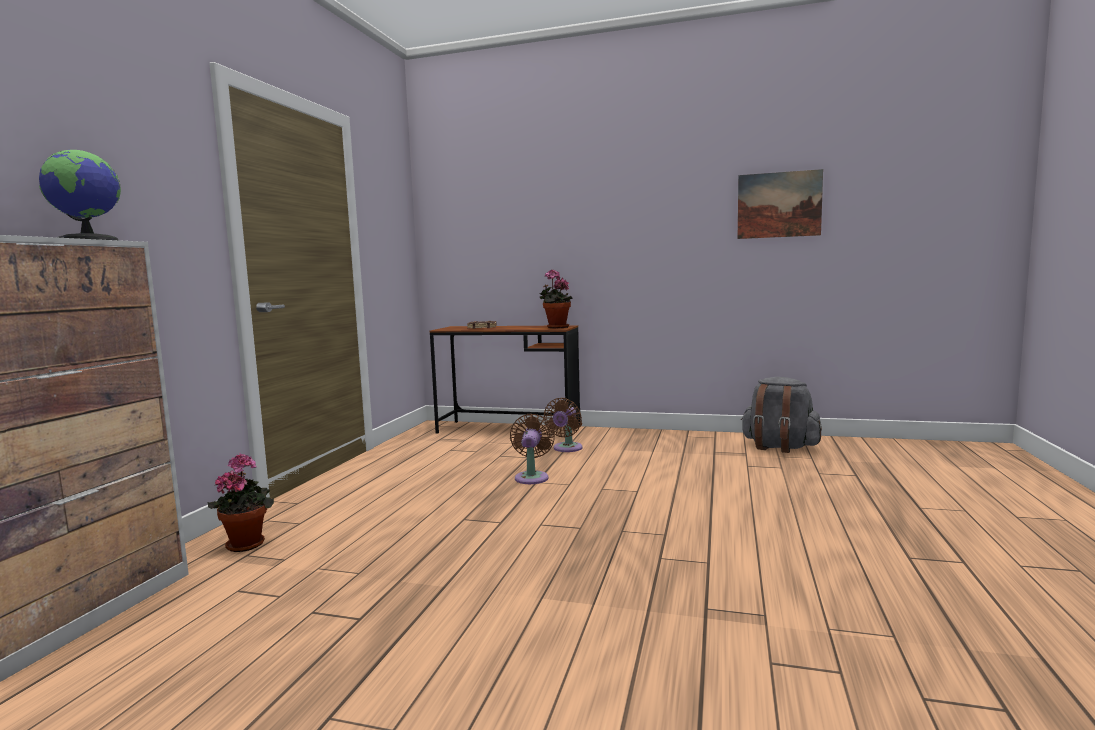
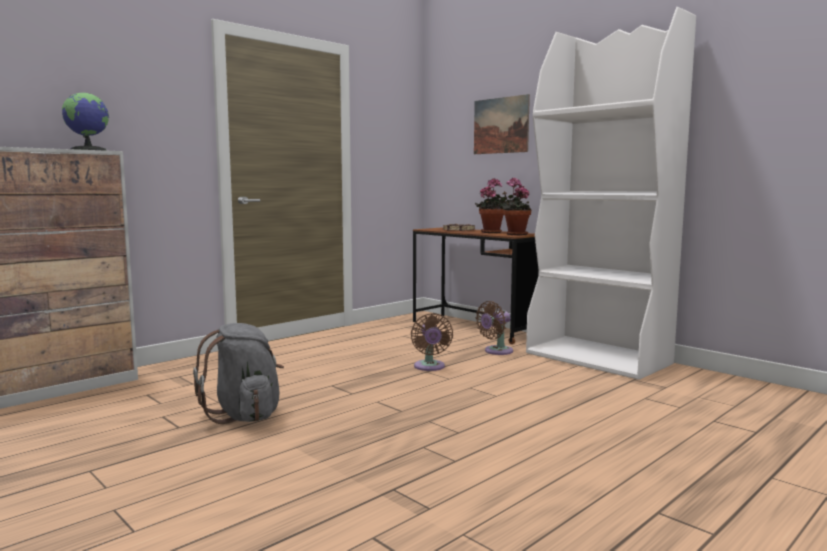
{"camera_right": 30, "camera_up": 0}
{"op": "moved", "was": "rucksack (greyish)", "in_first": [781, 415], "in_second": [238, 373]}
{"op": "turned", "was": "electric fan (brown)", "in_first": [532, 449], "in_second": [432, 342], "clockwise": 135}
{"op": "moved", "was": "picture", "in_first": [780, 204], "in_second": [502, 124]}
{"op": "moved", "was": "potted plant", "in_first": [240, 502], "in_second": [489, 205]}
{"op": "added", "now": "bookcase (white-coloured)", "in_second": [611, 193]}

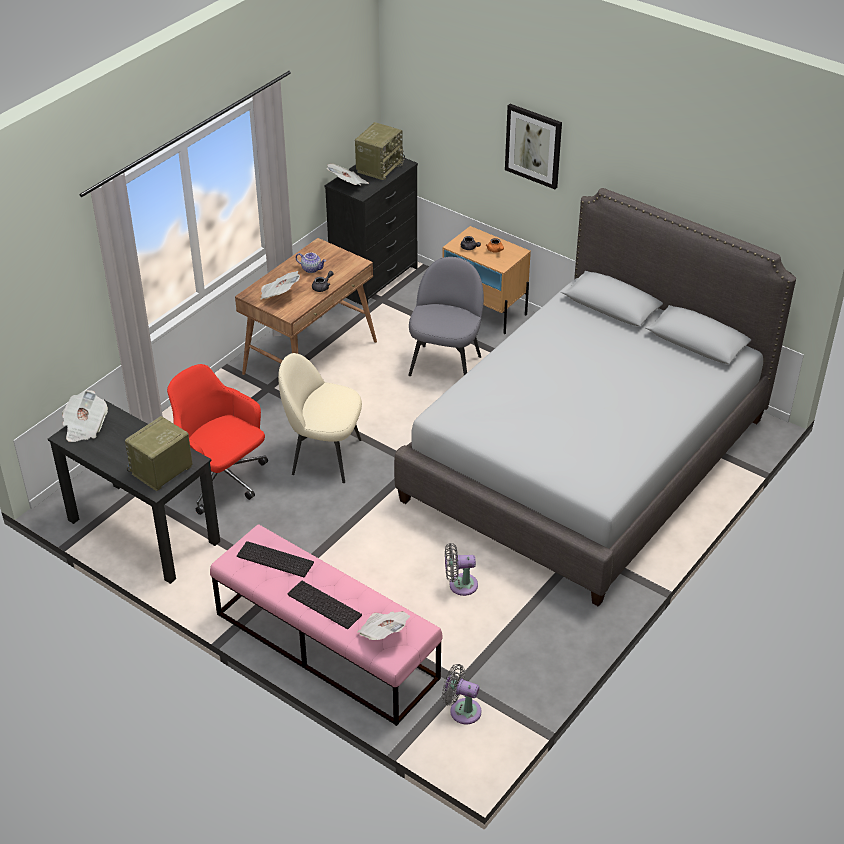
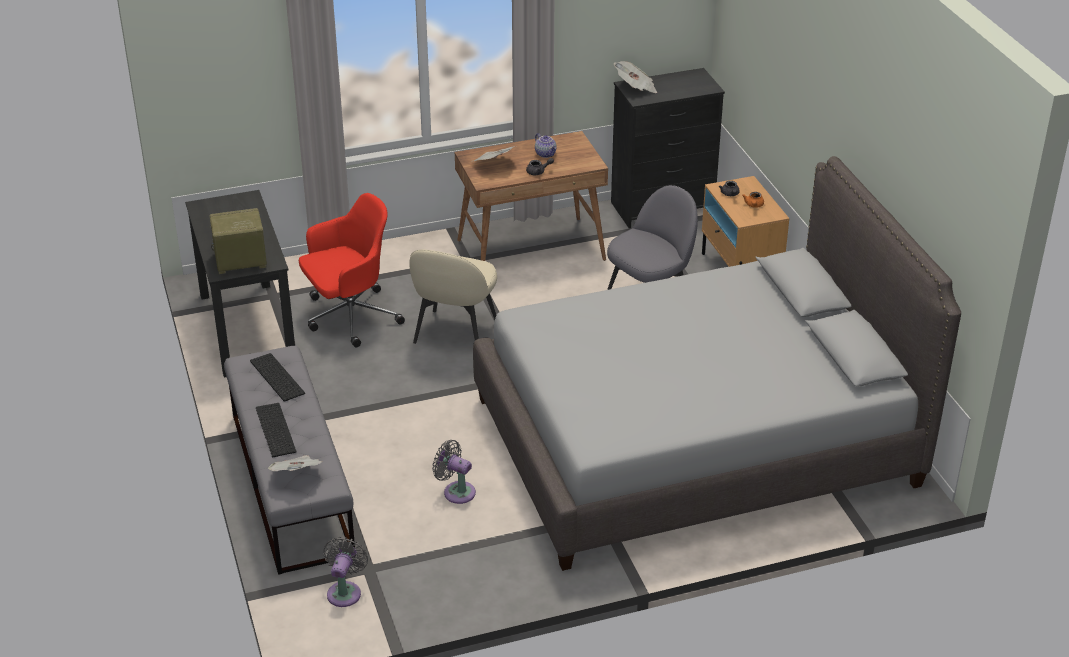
{"camera_right": 35, "camera_up": -5}
{"op": "recoloured", "was": "long seat (pink)", "now": "long seat (greyish)", "in_first": [326, 625], "in_second": [289, 460]}
{"op": "turned", "was": "office chair (red-coloured)", "in_first": [217, 439], "in_second": [352, 270], "clockwise": 75}
{"op": "turned", "was": "electric fan (greyish)", "in_first": [462, 694], "in_second": [346, 572], "clockwise": 45}
{"op": "turned", "was": "plain chair (sand-coloured)", "in_first": [320, 418], "in_second": [453, 296], "clockwise": -120}
{"op": "removed", "was": "daily paper", "in_first": [85, 416]}
{"op": "removed", "was": "radio", "in_first": [380, 151]}
{"op": "removed", "was": "picture", "in_first": [533, 146]}

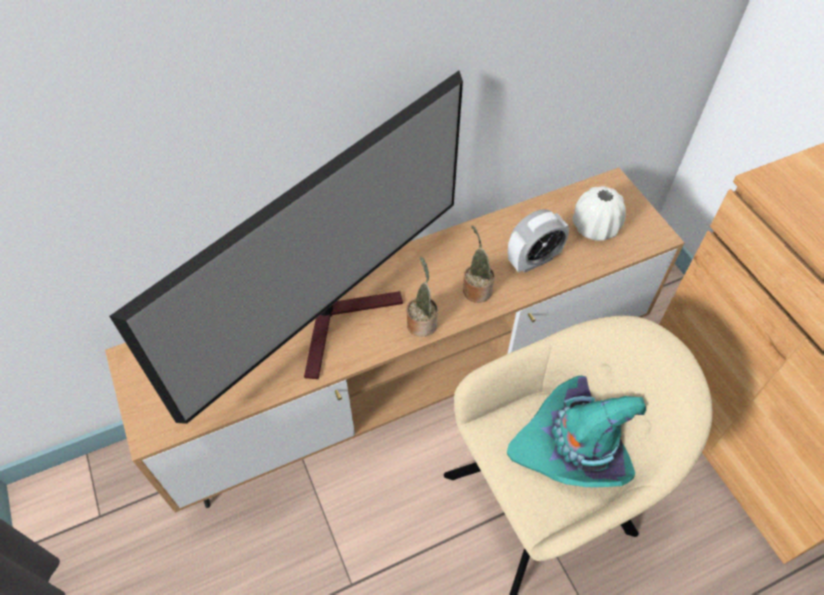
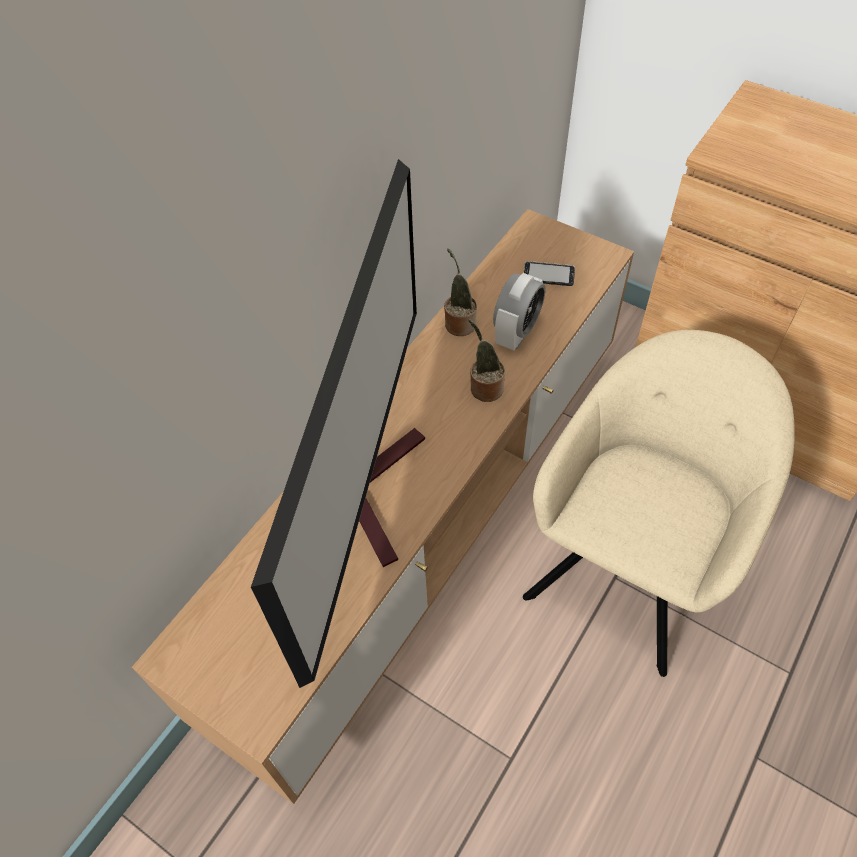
{"camera_right": -30, "camera_up": 0}
{"op": "moved", "was": "potted plant", "in_first": [422, 297], "in_second": [460, 292]}
{"op": "replaced", "was": "flower vase (white-coloured)", "now": "handset", "in_first": [599, 213], "in_second": [549, 273]}
{"op": "removed", "was": "wearable hat (blue-green)", "in_first": [576, 431]}

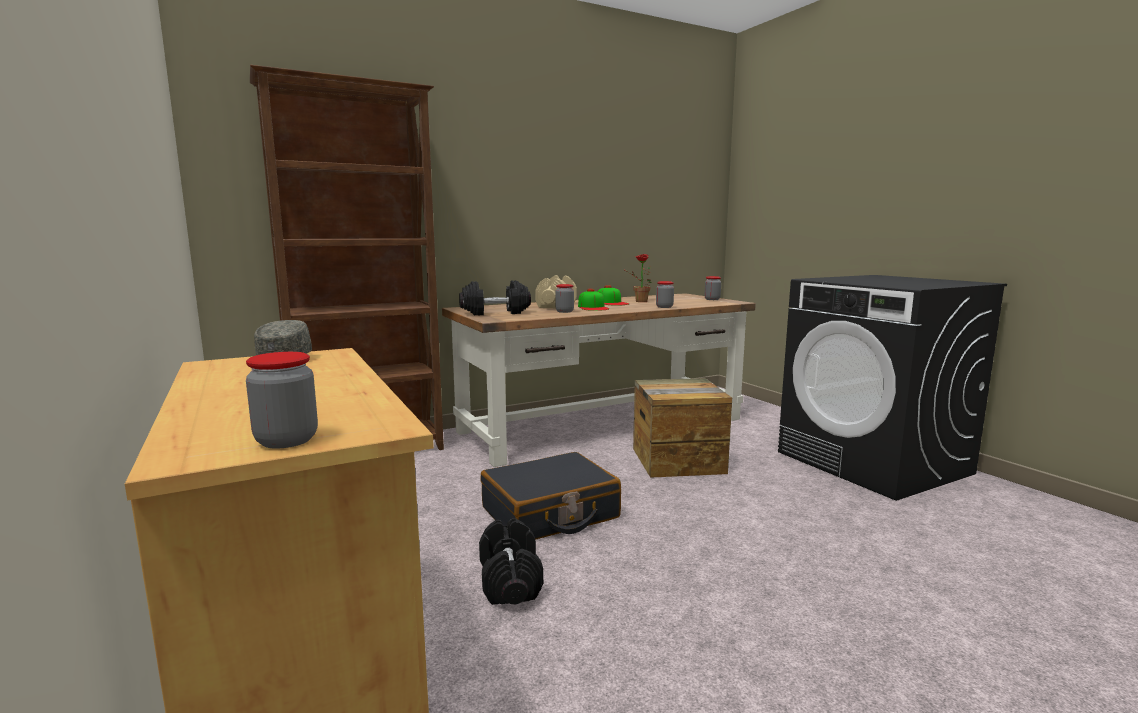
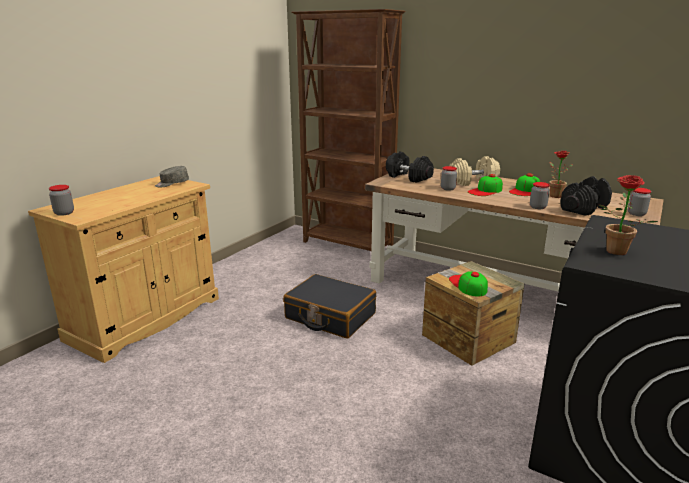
{"camera_right": 60, "camera_up": 10}
{"op": "added", "now": "baseball cap", "in_second": [468, 284]}
{"op": "moved", "was": "dumbbell (blackish)", "in_first": [511, 561], "in_second": [586, 196]}
{"op": "added", "now": "potted plant", "in_second": [628, 215]}

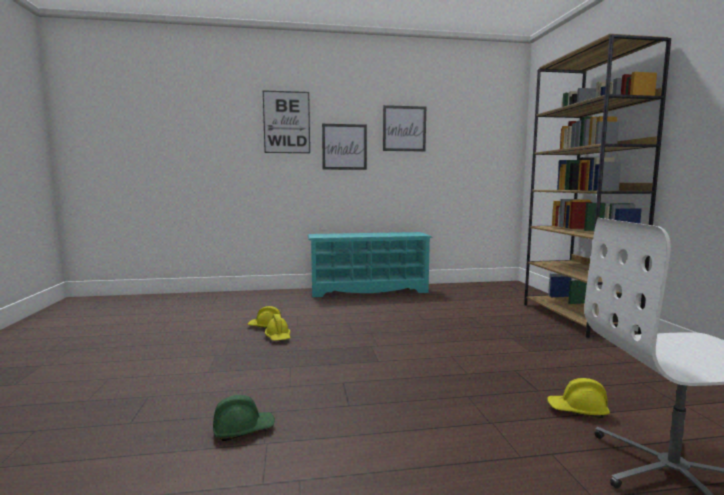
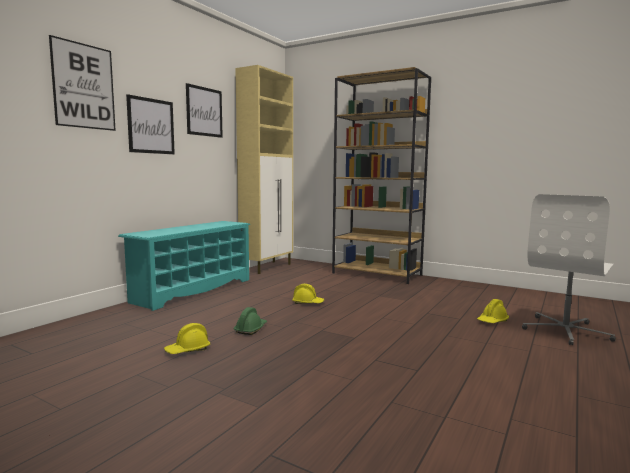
{"camera_right": -50, "camera_up": 0}
{"op": "moved", "was": "safety helmet (green)", "in_first": [244, 418], "in_second": [250, 321]}
{"op": "added", "now": "cabinet (sand-coloured)", "in_second": [264, 169]}
{"op": "moved", "was": "safety helmet (yellow)", "in_first": [277, 327], "in_second": [308, 294]}

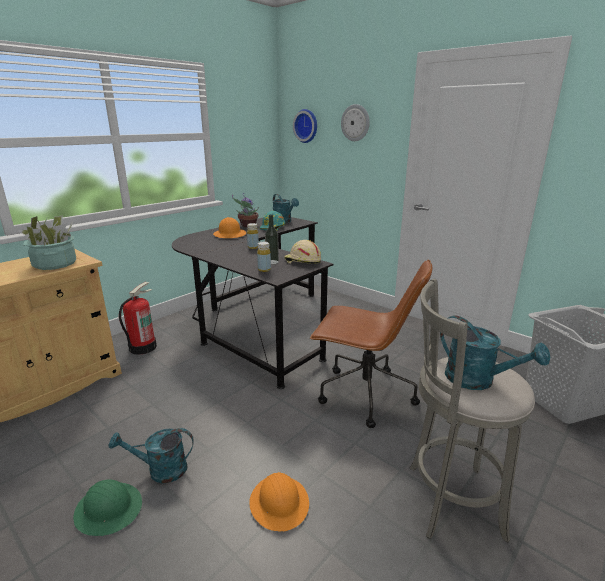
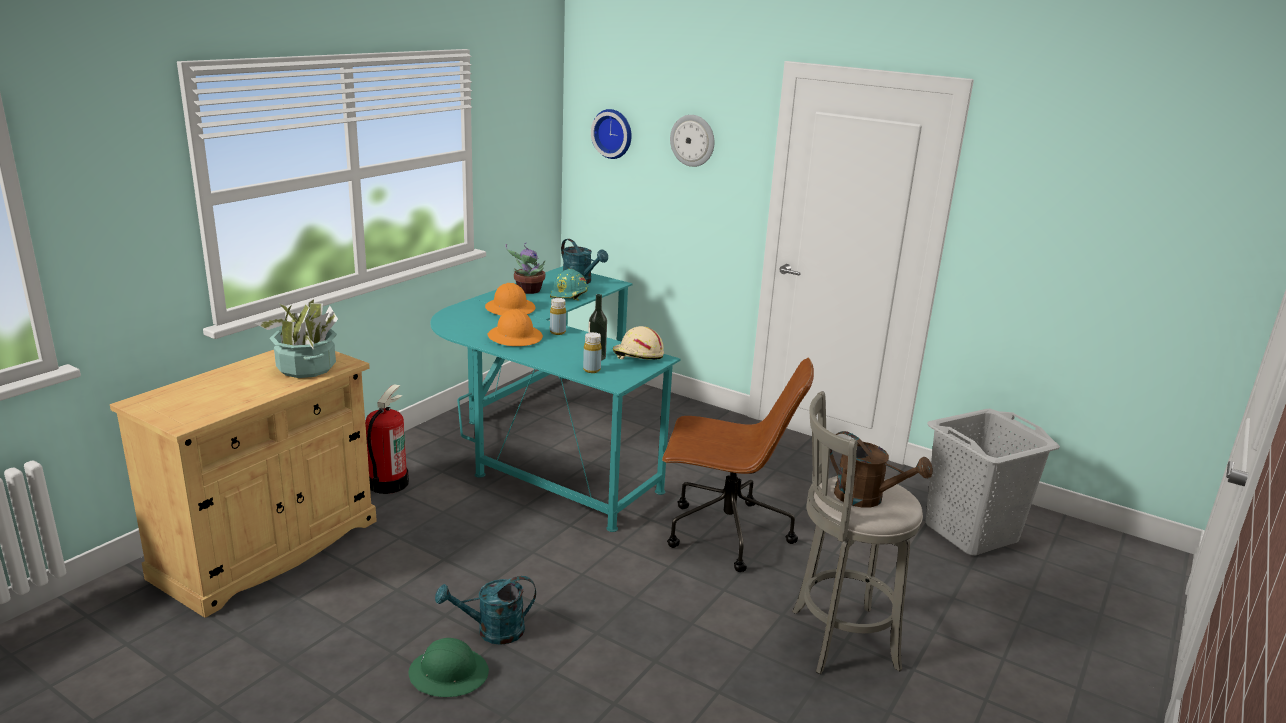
{"camera_right": -10, "camera_up": 0}
{"op": "recoloured", "was": "desk (blackish)", "now": "desk (blue-green)", "in_first": [253, 303], "in_second": [555, 399]}
{"op": "moved", "was": "safety helmet (orangey)", "in_first": [279, 501], "in_second": [515, 327]}
{"op": "recoloured", "was": "watering can (blue-green)", "now": "watering can (brown)", "in_first": [495, 352], "in_second": [881, 469]}

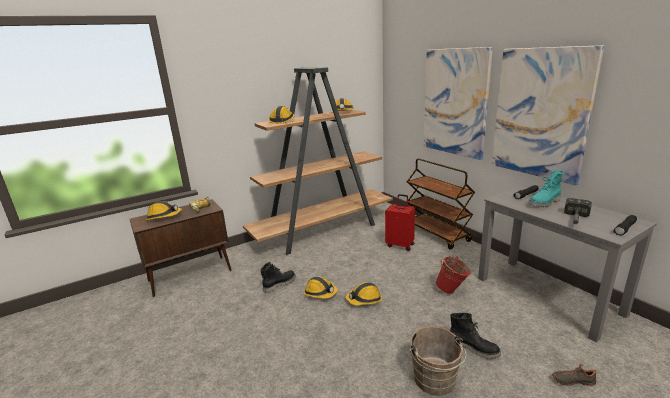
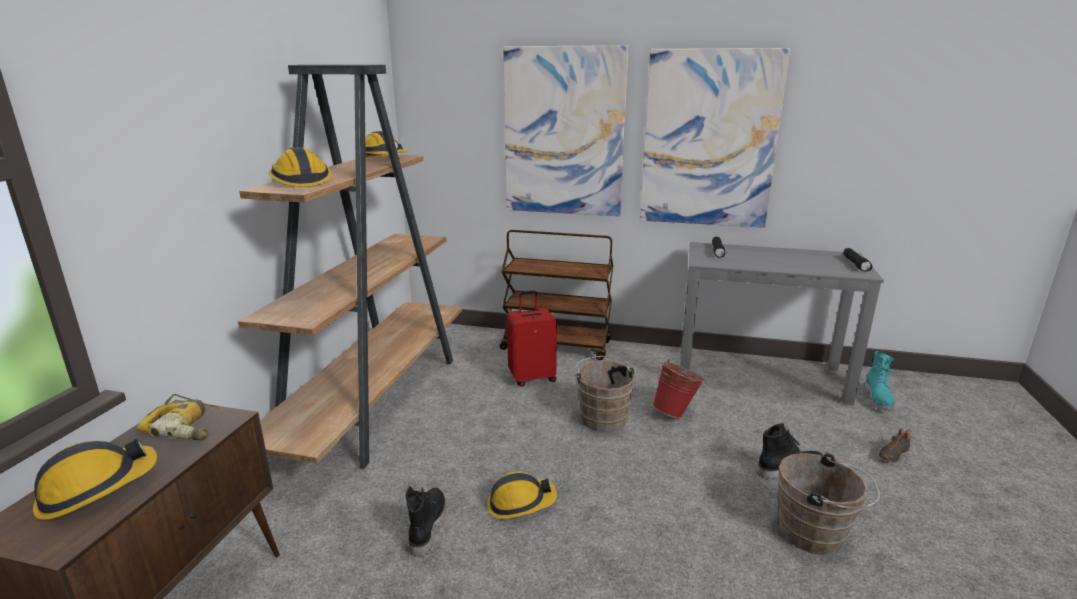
{"camera_right": -45, "camera_up": 0}
{"op": "added", "now": "pail (brown)", "in_second": [605, 394]}
{"op": "moved", "was": "tall boot (blue-green)", "in_first": [545, 188], "in_second": [880, 381]}
{"op": "removed", "was": "safety helmet", "in_first": [364, 293]}
{"op": "removed", "was": "hand hammer", "in_first": [578, 211]}

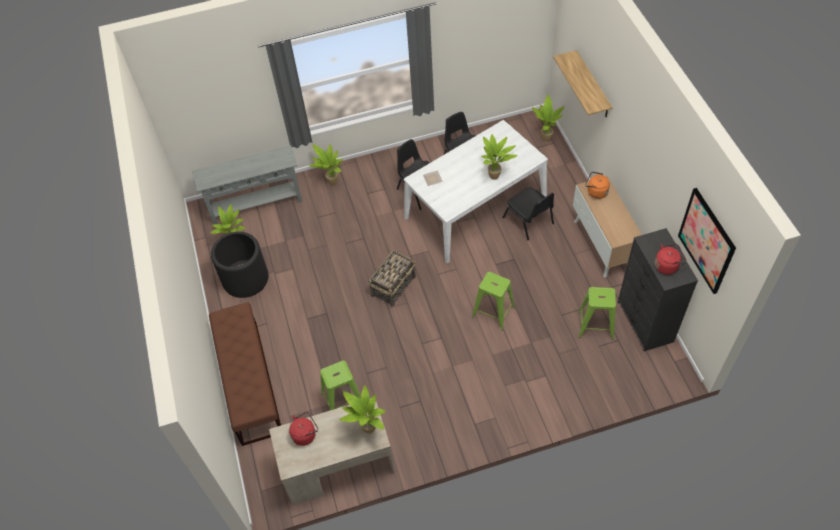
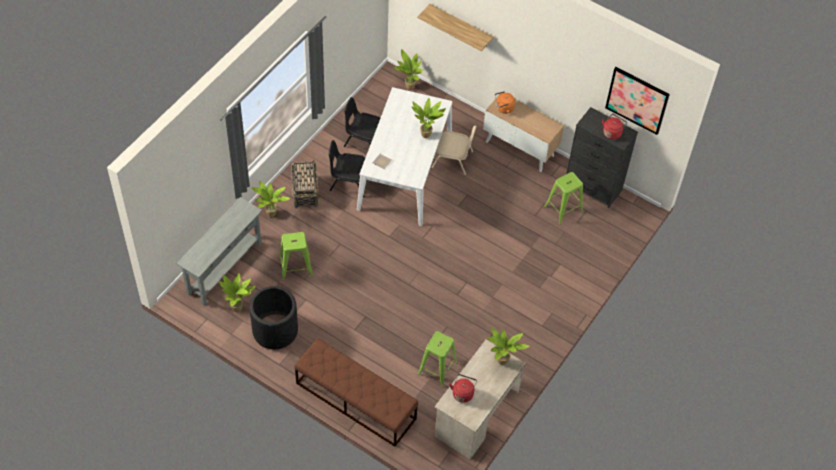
{"camera_right": -45, "camera_up": 0}
{"op": "moved", "was": "stool (green)", "in_first": [493, 301], "in_second": [296, 256]}
{"op": "moved", "was": "basket", "in_first": [392, 278], "in_second": [305, 184]}
{"op": "recoloured", "was": "plain chair (blackish)", "now": "plain chair (sand-coloured)", "in_first": [528, 214], "in_second": [454, 150]}

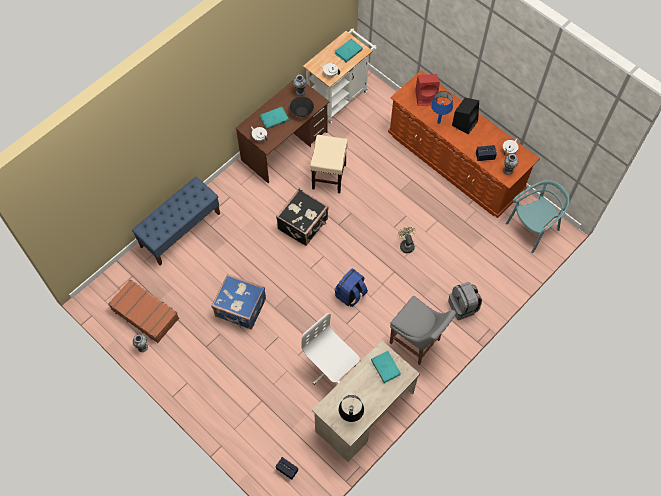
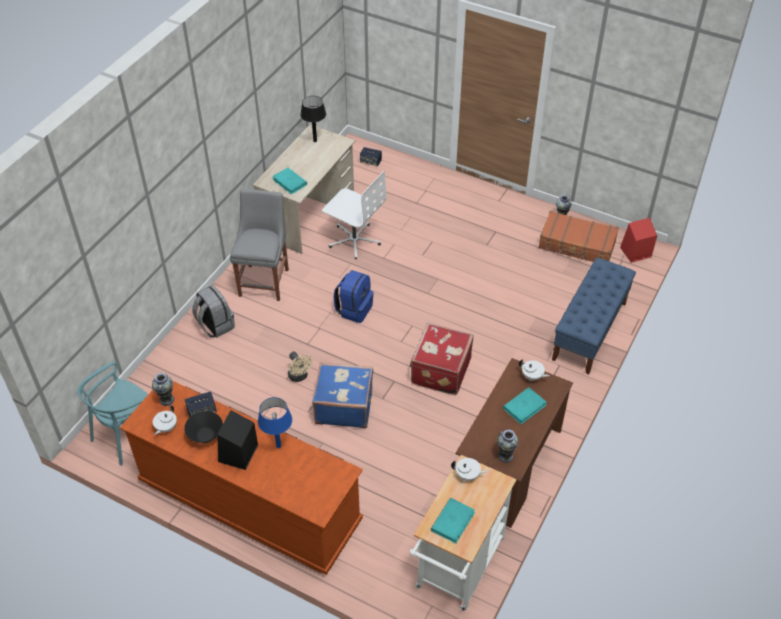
{"camera_right": 165, "camera_up": -15}
{"op": "moved", "was": "bowl (blackish)", "in_first": [302, 107], "in_second": [203, 427]}
{"op": "turned", "was": "plain chair (greyish)", "in_first": [423, 330], "in_second": [259, 245], "clockwise": 75}
{"op": "moved", "was": "travel case (bluish)", "in_first": [239, 302], "in_second": [342, 395]}
{"op": "recoloured", "was": "travel case (blackish)", "now": "travel case (red-coloured)", "in_first": [302, 217], "in_second": [442, 359]}
{"op": "moved", "was": "loudspeaker (red-coloured)", "in_first": [427, 90], "in_second": [638, 240]}
{"op": "removed", "was": "stool (sand-coloured)", "in_first": [329, 164]}

